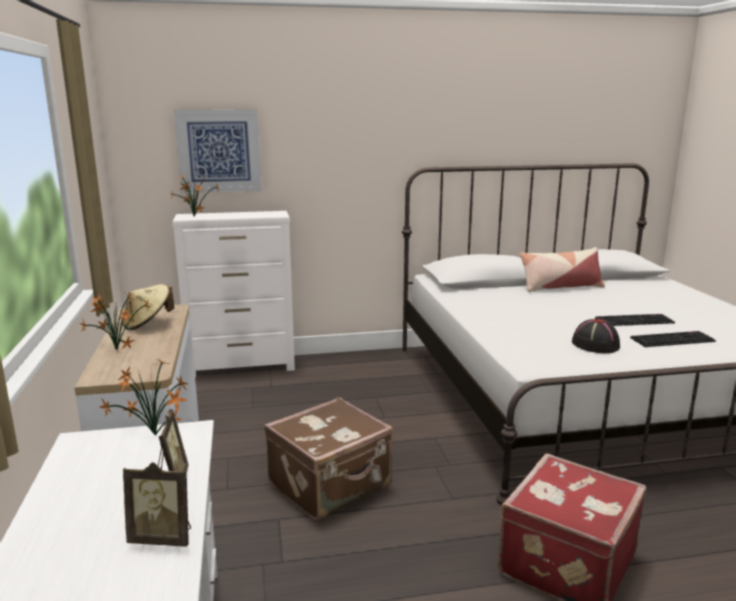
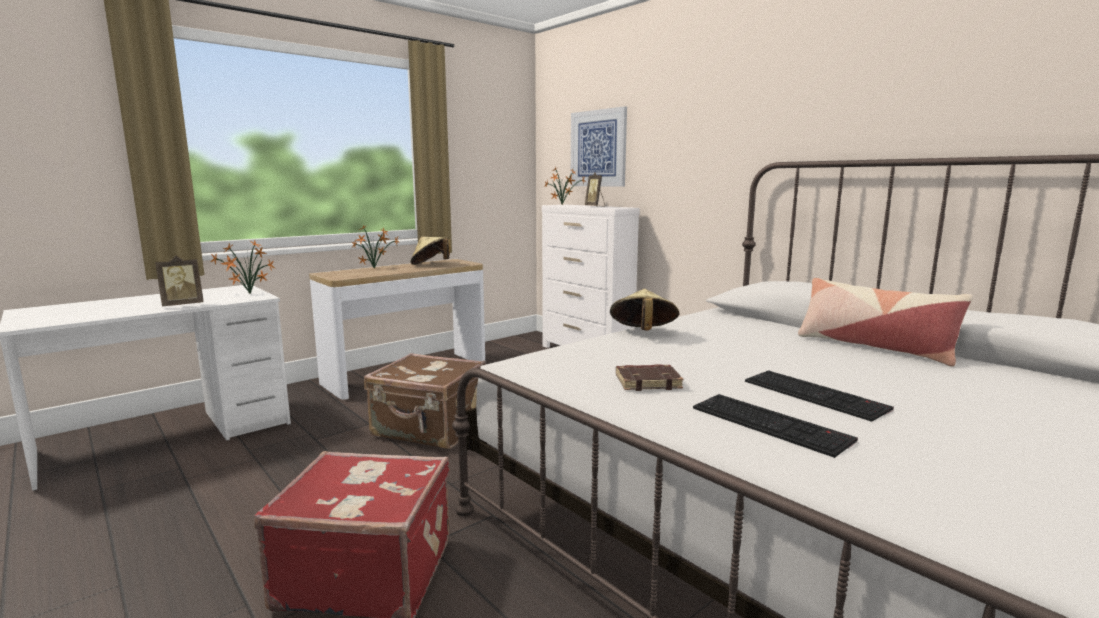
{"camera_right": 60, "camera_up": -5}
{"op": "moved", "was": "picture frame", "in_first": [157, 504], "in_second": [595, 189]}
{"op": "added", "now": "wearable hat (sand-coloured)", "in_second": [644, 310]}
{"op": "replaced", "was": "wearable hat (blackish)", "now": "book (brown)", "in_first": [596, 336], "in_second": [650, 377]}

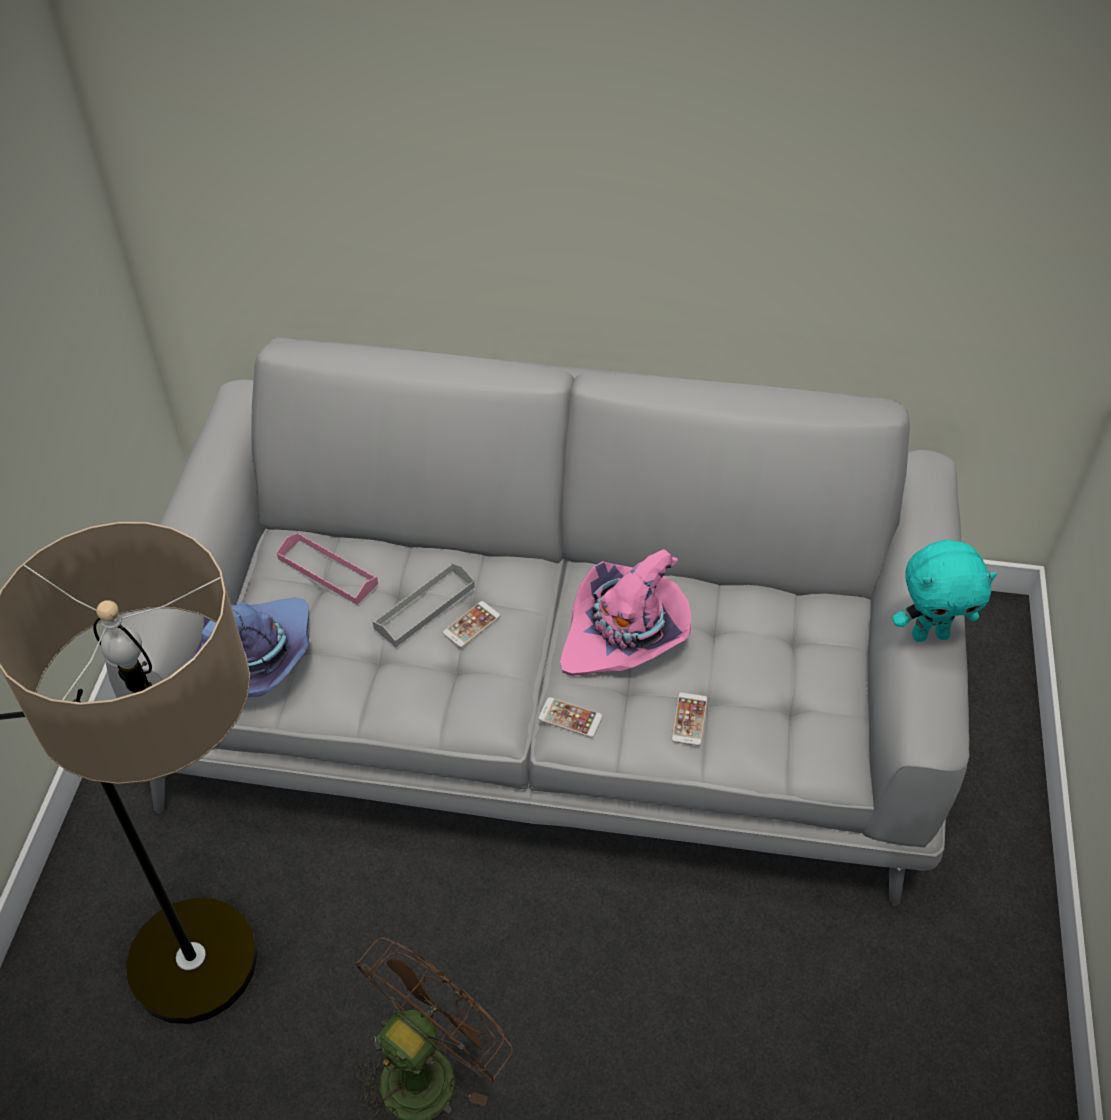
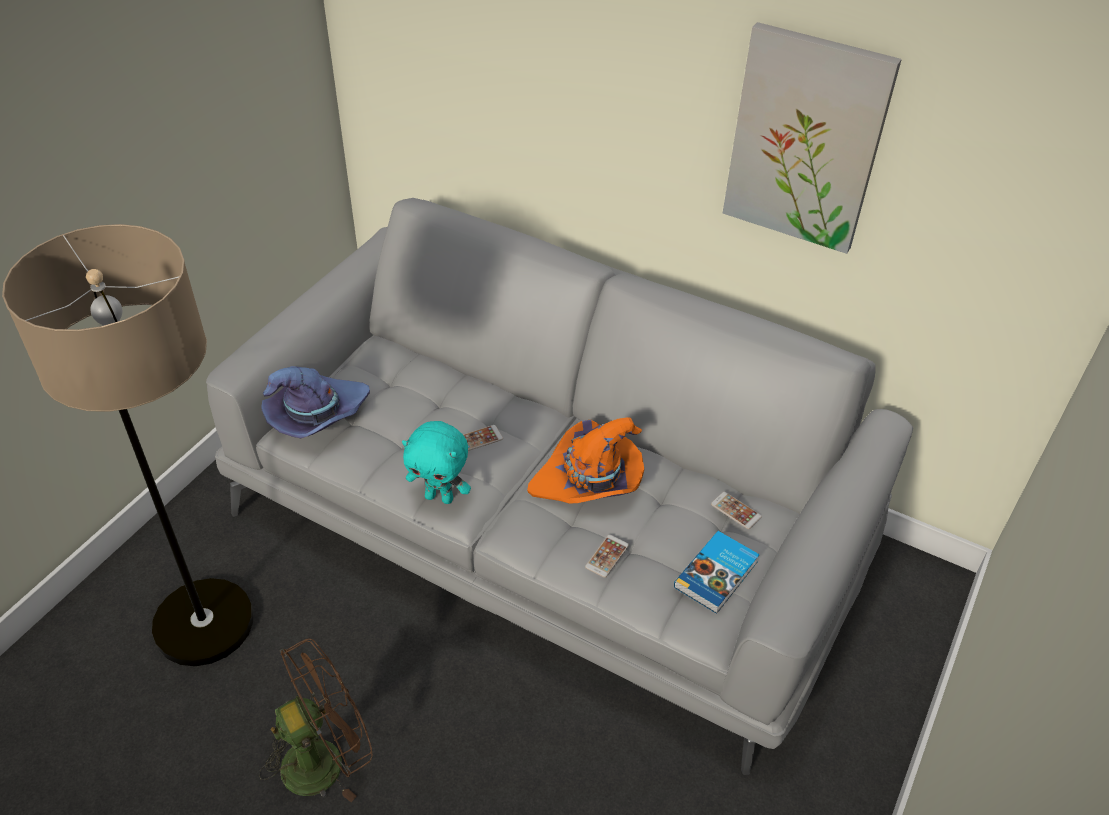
{"camera_right": 20, "camera_up": -5}
{"op": "moved", "was": "plush toy (blue-green)", "in_first": [944, 591], "in_second": [436, 462]}
{"op": "recoloured", "was": "wearable hat (pink)", "now": "wearable hat (orangey)", "in_first": [625, 612], "in_second": [585, 460]}
{"op": "added", "now": "book", "in_second": [717, 572]}
{"op": "moved", "was": "handset", "in_first": [570, 717], "in_second": [736, 510]}
{"op": "added", "now": "picture", "in_second": [812, 138]}
{"op": "removed", "was": "carrying tray (pink)", "in_first": [327, 569]}
{"op": "removed", "was": "carrying tray (greyish)", "in_first": [424, 605]}

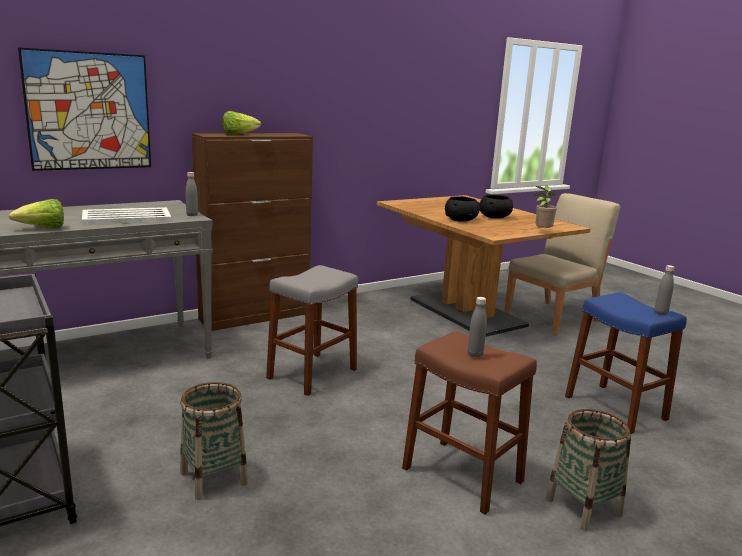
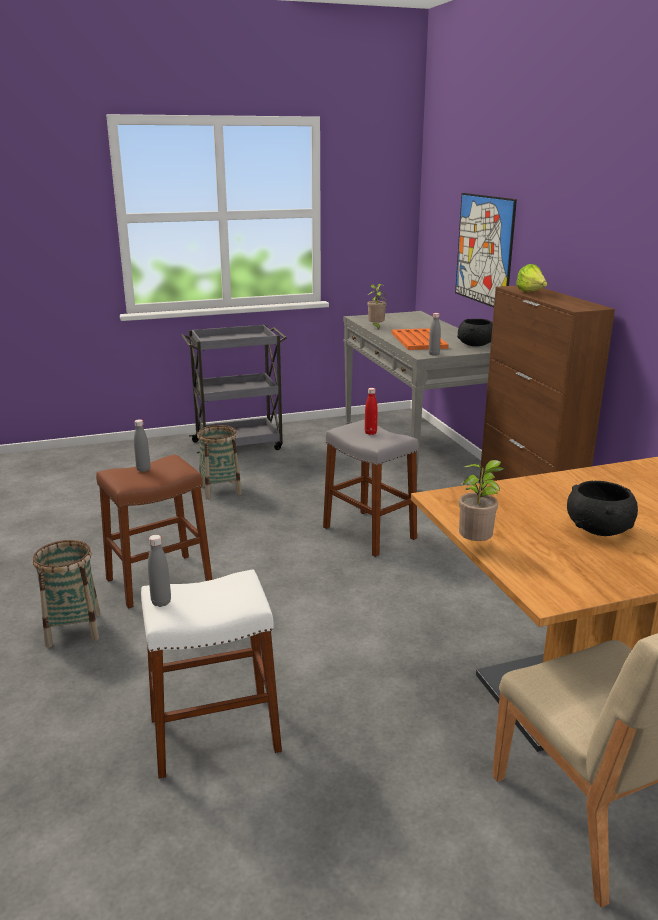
{"camera_right": 105, "camera_up": 5}
{"op": "recoloured", "was": "stool (bluish)", "now": "stool (white-coloured)", "in_first": [626, 363], "in_second": [211, 674]}
{"op": "added", "now": "beverage bottle (red-coloured)", "in_second": [371, 411]}
{"op": "replaced", "was": "lettuce head", "now": "potted plant", "in_first": [36, 213], "in_second": [376, 306]}
{"op": "recoloured", "was": "carrying tray (white-coloured)", "now": "carrying tray (orangey)", "in_first": [126, 215], "in_second": [420, 339]}
{"op": "moved", "was": "bowl (blackish)", "in_first": [462, 209], "in_second": [475, 332]}

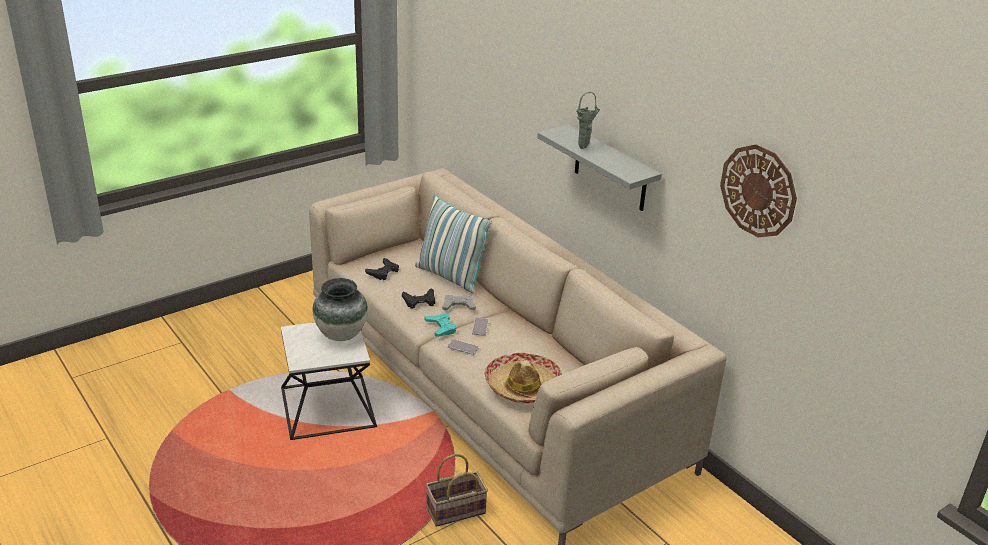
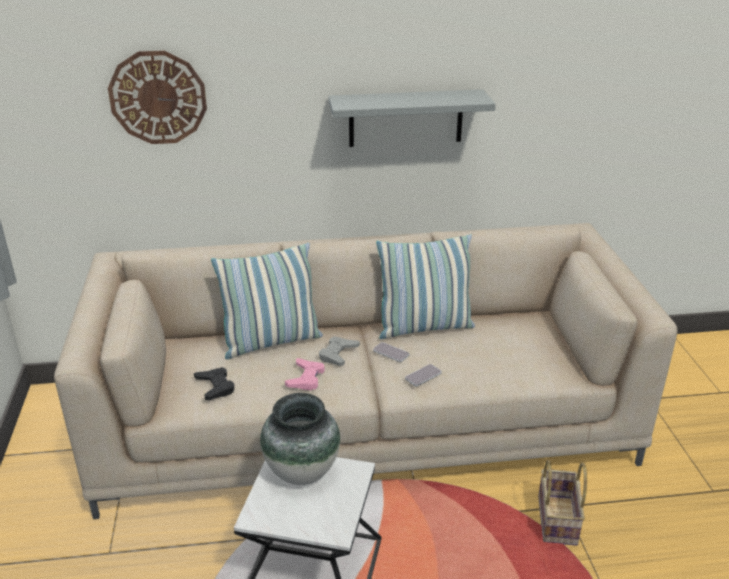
{"camera_right": -60, "camera_up": 0}
{"op": "moved", "was": "clock on the wall", "in_first": [758, 191], "in_second": [157, 97]}
{"op": "recoloured", "was": "gamepad (blackish)", "now": "gamepad (pink)", "in_first": [418, 298], "in_second": [305, 374]}
{"op": "added", "now": "pillow", "in_second": [425, 286]}
{"op": "removed", "was": "gamepad (blue-green)", "in_first": [440, 325]}
{"op": "removed", "was": "wearable hat", "in_first": [523, 377]}
{"op": "removed", "was": "flower vase (green)", "in_first": [588, 120]}

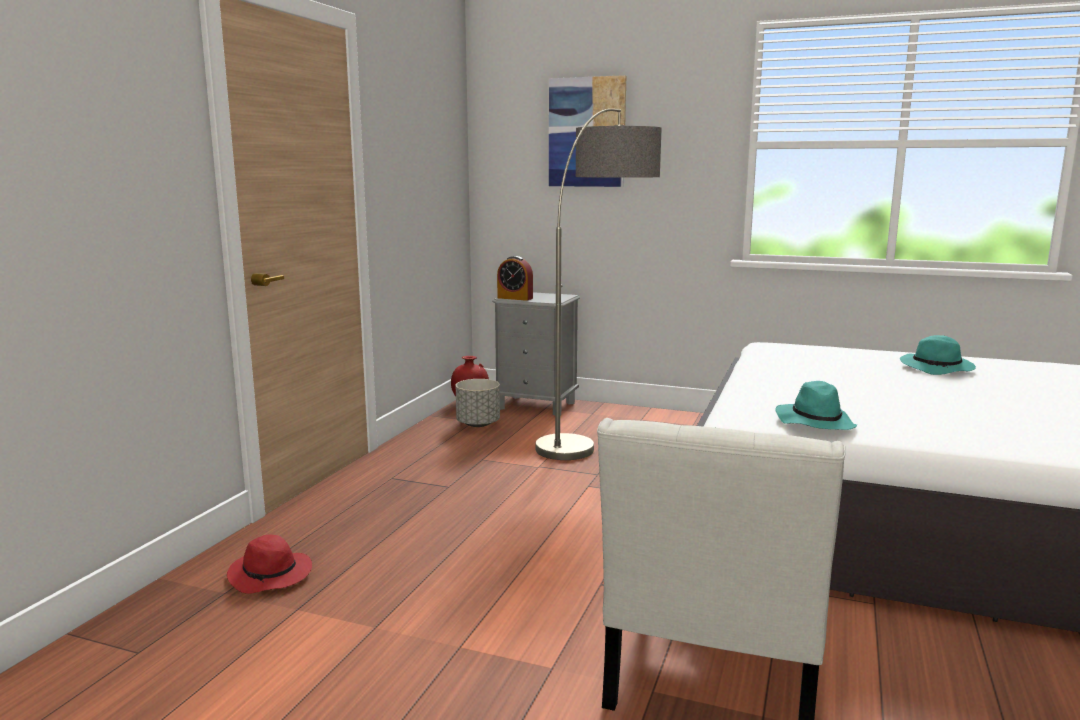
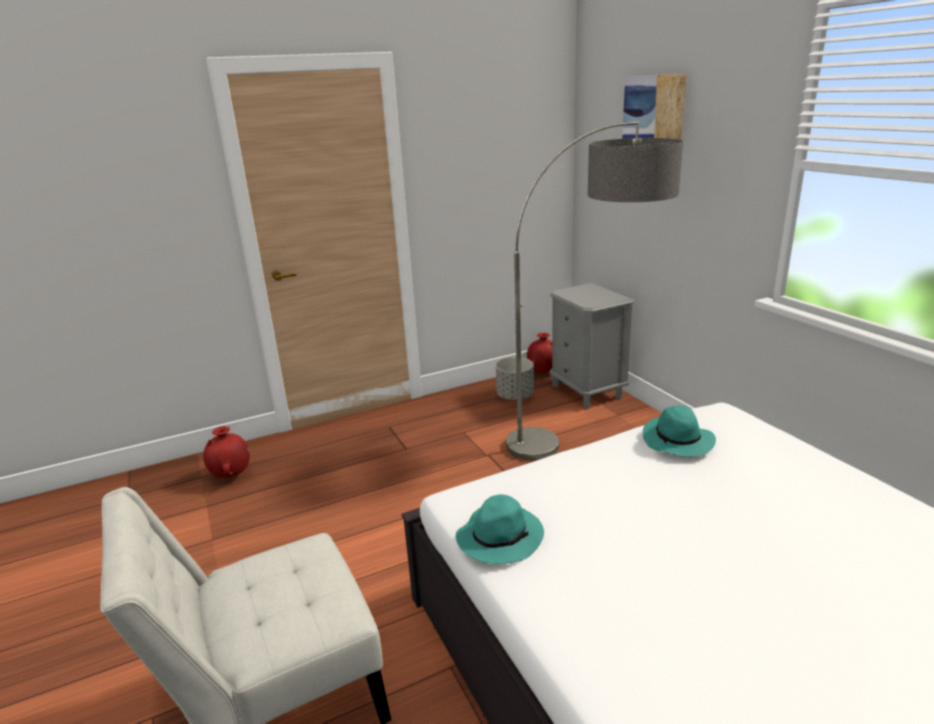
{"camera_right": 45, "camera_up": 10}
{"op": "replaced", "was": "wearable hat (red-coloured)", "now": "flower vase (red-coloured)", "in_first": [269, 564], "in_second": [226, 452]}
{"op": "moved", "was": "wearable hat (blue-green)", "in_first": [938, 355], "in_second": [679, 431]}
{"op": "removed", "was": "bedside clock", "in_first": [515, 278]}

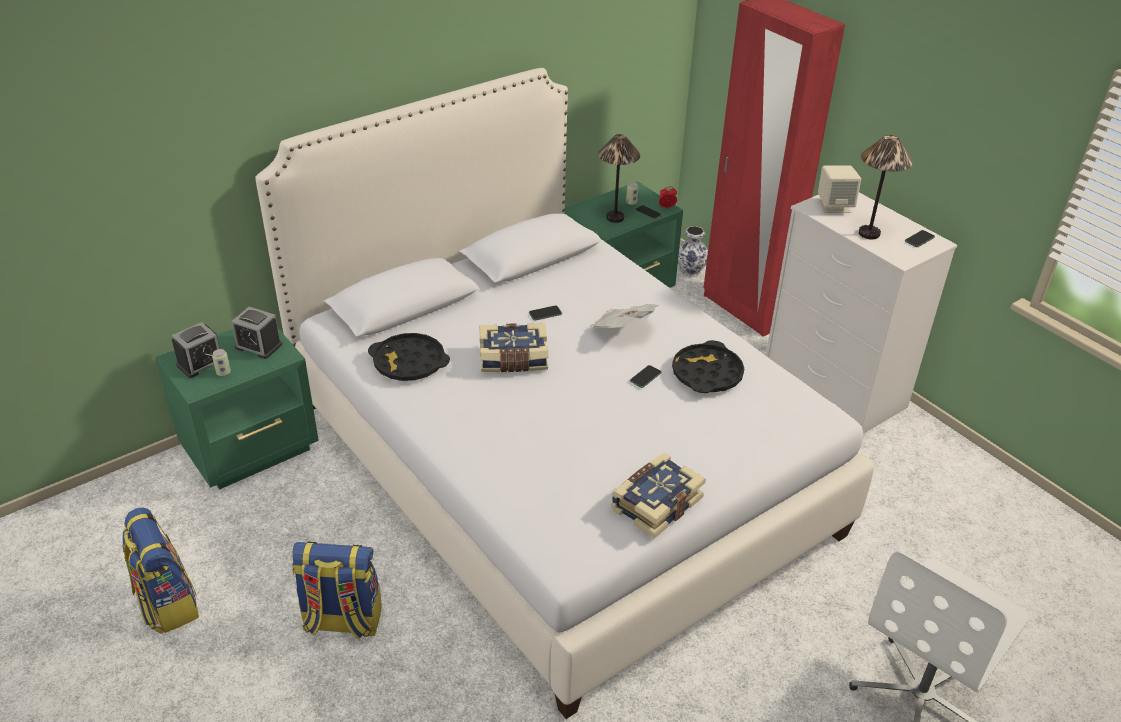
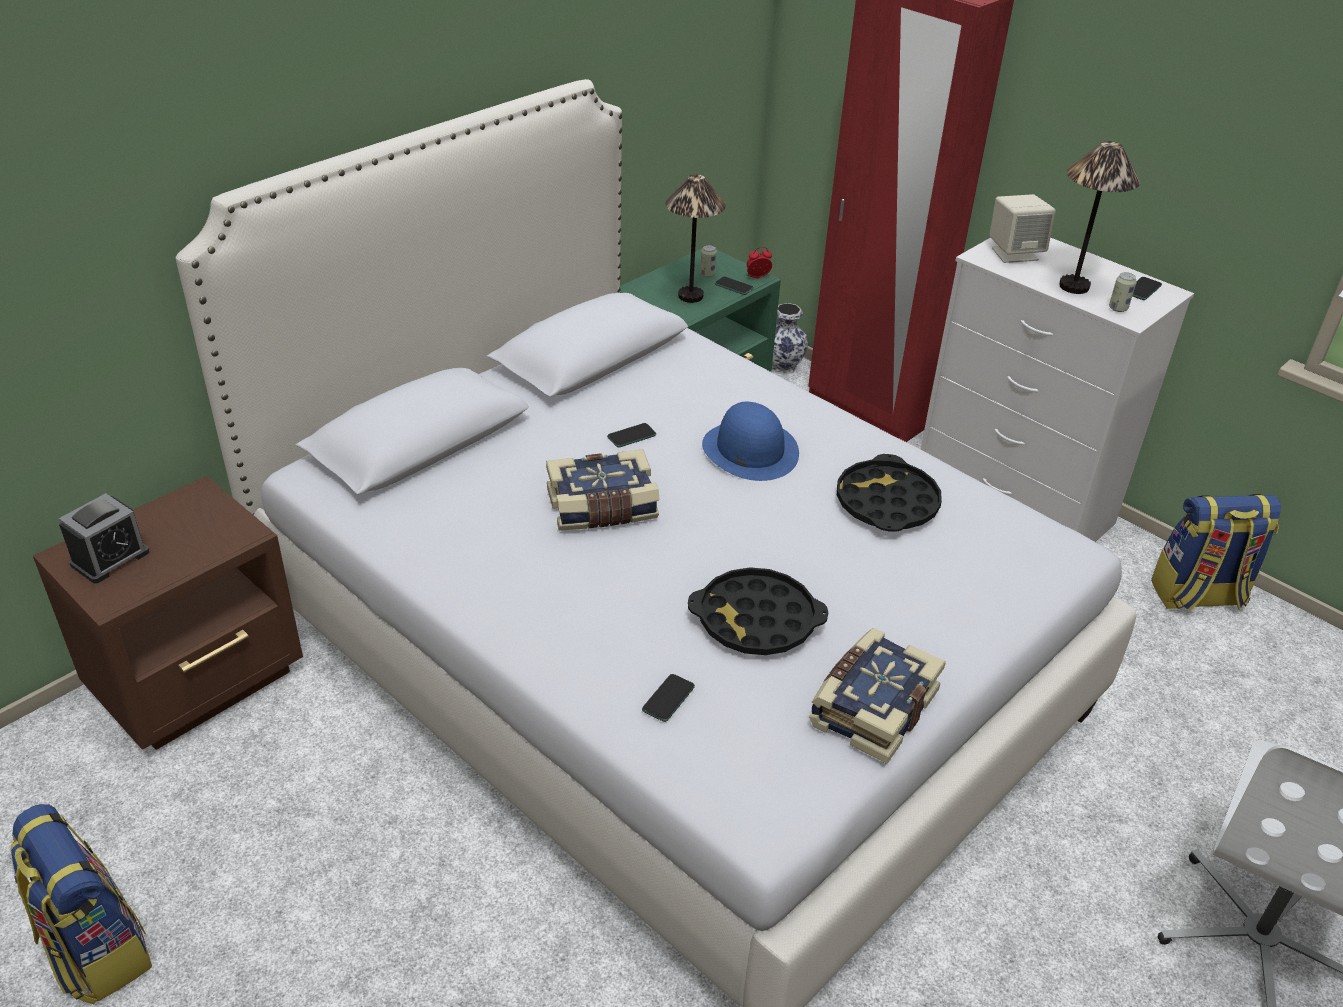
{"camera_right": -10, "camera_up": 0}
{"op": "recoloured", "was": "night table (green)", "now": "night table (brown)", "in_first": [237, 409], "in_second": [168, 613]}
{"op": "moved", "was": "handset", "in_first": [645, 376], "in_second": [668, 698]}
{"op": "moved", "was": "carrying tray (blackish)", "in_first": [409, 357], "in_second": [758, 611]}
{"op": "replaced", "was": "daily paper", "now": "wearable hat (bluish)", "in_first": [624, 316], "in_second": [750, 441]}
{"op": "moved", "was": "metal can", "in_first": [221, 362], "in_second": [1123, 292]}
{"op": "moved", "was": "rucksack", "in_first": [337, 590], "in_second": [1216, 553]}
{"op": "removed", "was": "bedside clock", "in_first": [256, 333]}

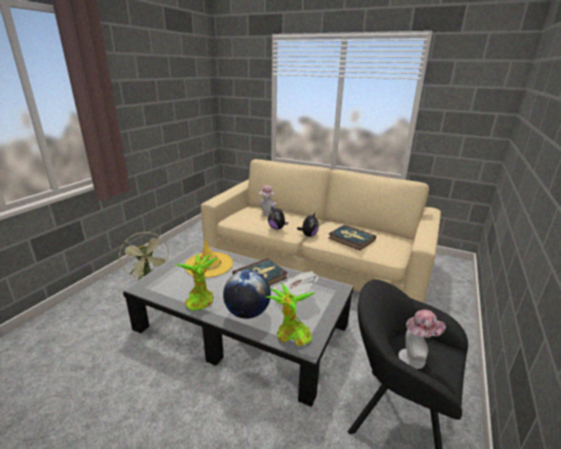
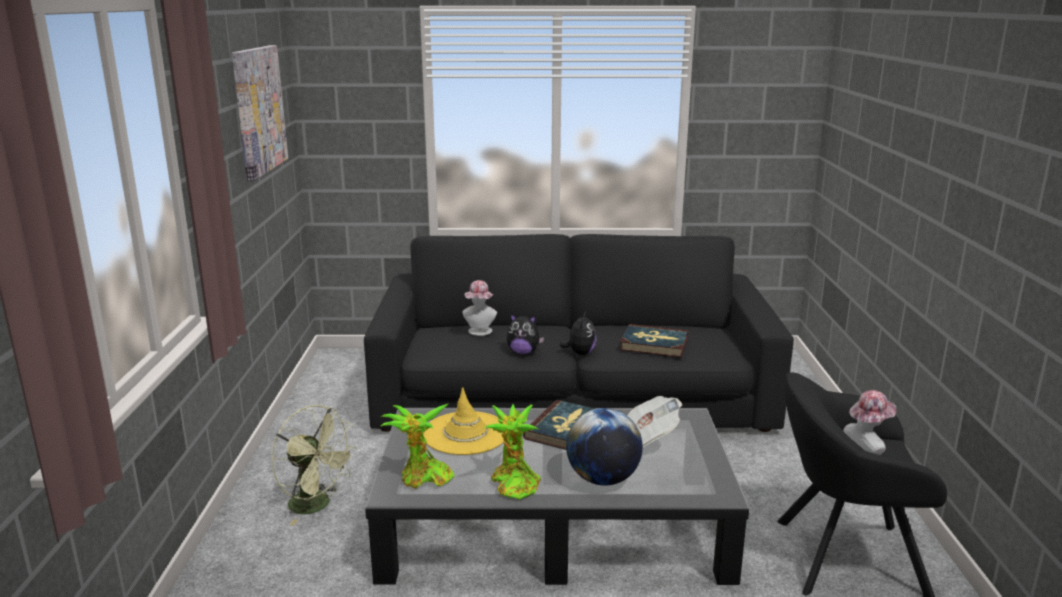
{"camera_right": -25, "camera_up": -5}
{"op": "added", "now": "picture", "in_second": [260, 113]}
{"op": "recoloured", "was": "couch (sand-coloured)", "now": "couch (blackish)", "in_first": [321, 231], "in_second": [579, 333]}
{"op": "moved", "was": "potted plant", "in_first": [290, 314], "in_second": [418, 446]}

